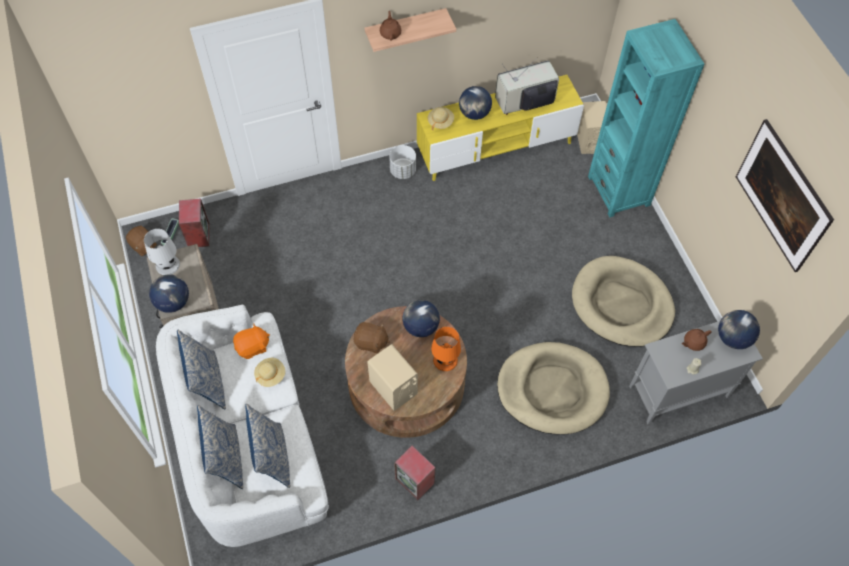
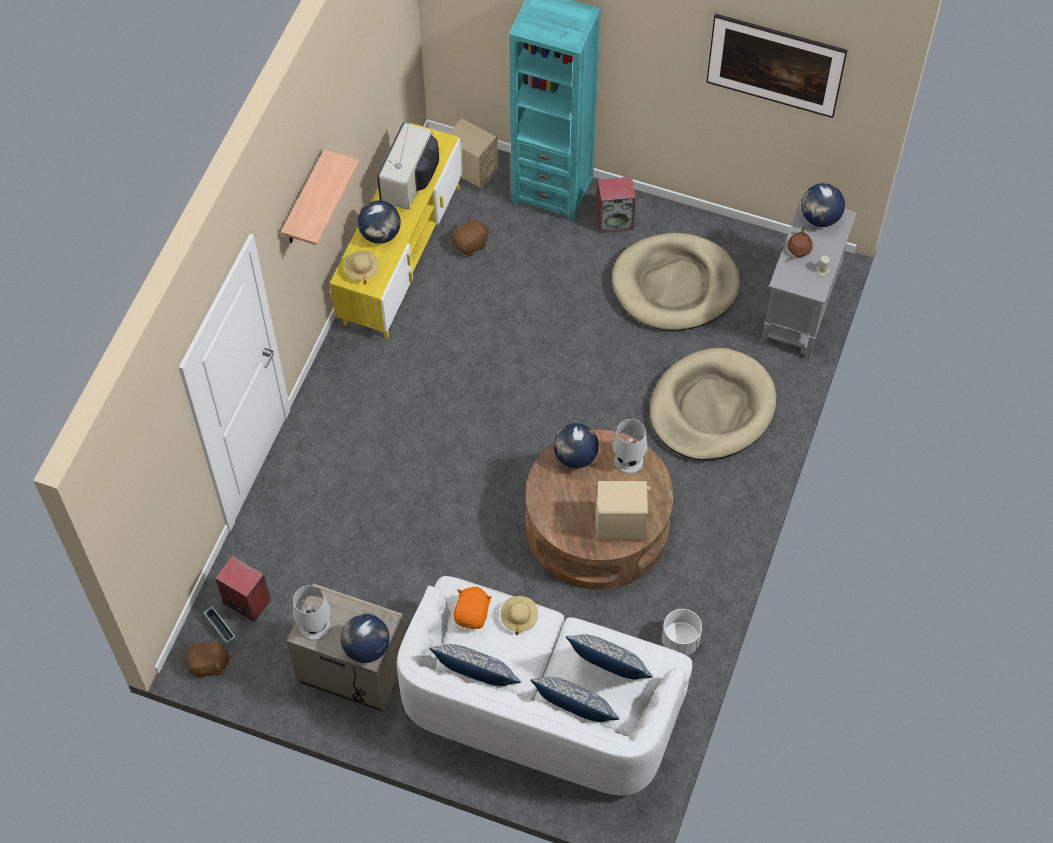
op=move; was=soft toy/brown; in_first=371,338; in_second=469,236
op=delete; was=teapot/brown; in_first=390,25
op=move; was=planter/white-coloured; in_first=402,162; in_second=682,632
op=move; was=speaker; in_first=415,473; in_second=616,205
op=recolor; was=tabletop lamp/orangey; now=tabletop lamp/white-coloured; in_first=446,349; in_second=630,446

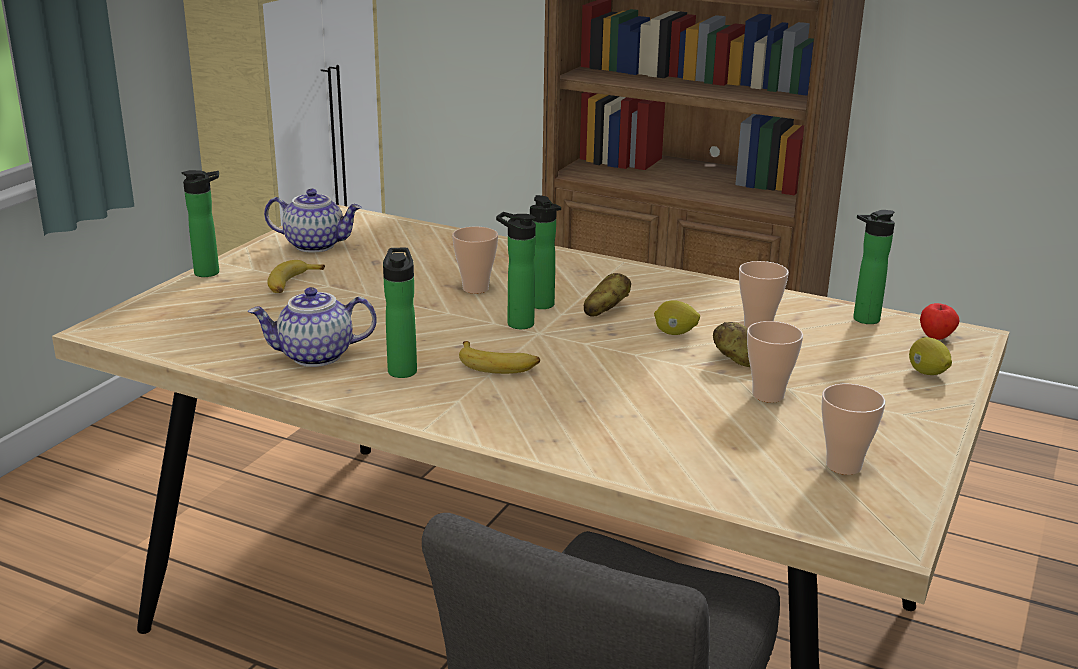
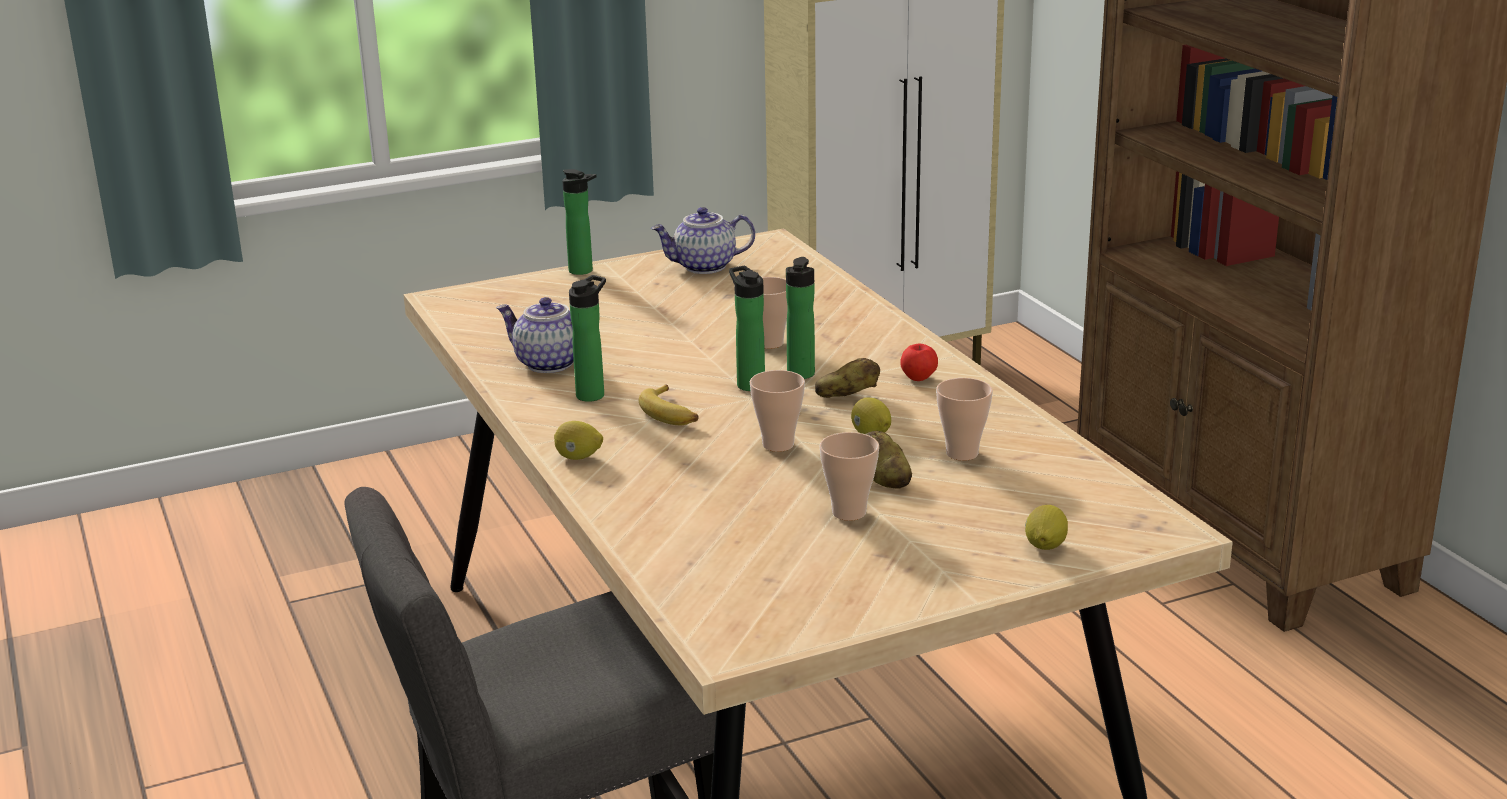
op=rotate; was=teapot; in_first=313,221; in_second=703,240; clockwise=120
op=delete; was=whole banana; in_first=296,276
op=move; was=drinking cup; in_first=853,429; in_second=777,411
op=delete; was=beverage bottle; in_first=874,267
op=move; was=whole apple; in_first=939,321; in_second=919,362
op=insert; now=lemon; in_second=578,440

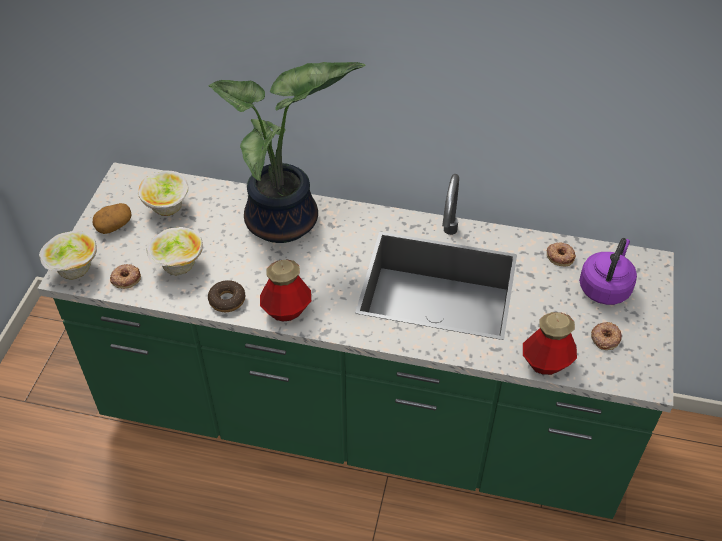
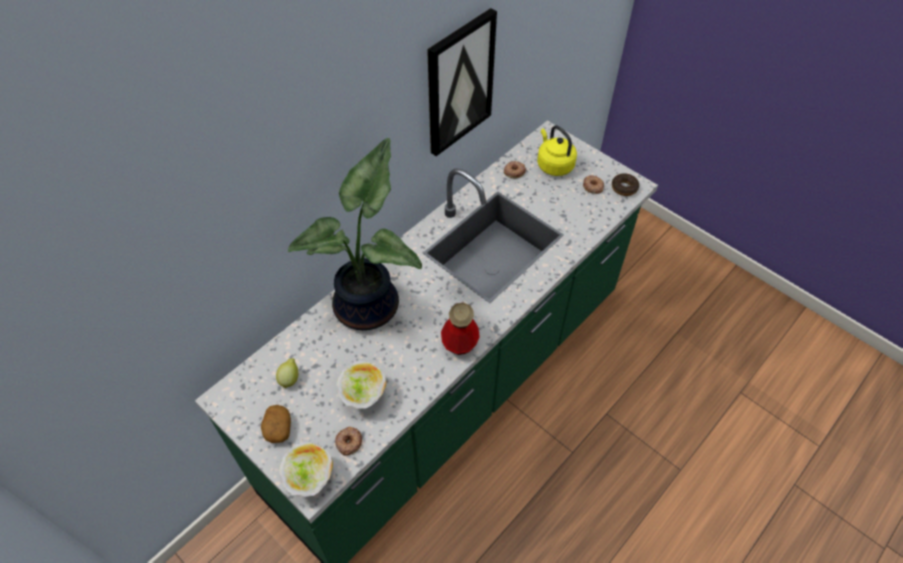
op=replace; was=serving bowl; now=lemon; in_first=163,193; in_second=287,374
op=move; was=doughnut; in_first=226,296; in_second=625,184
op=delete; was=beverage bottle; in_first=550,343
op=recolor; was=water kettle/purple-coloured; now=water kettle/yellowish; in_first=608,271; in_second=557,150
op=insert; now=wall art; in_second=462,82

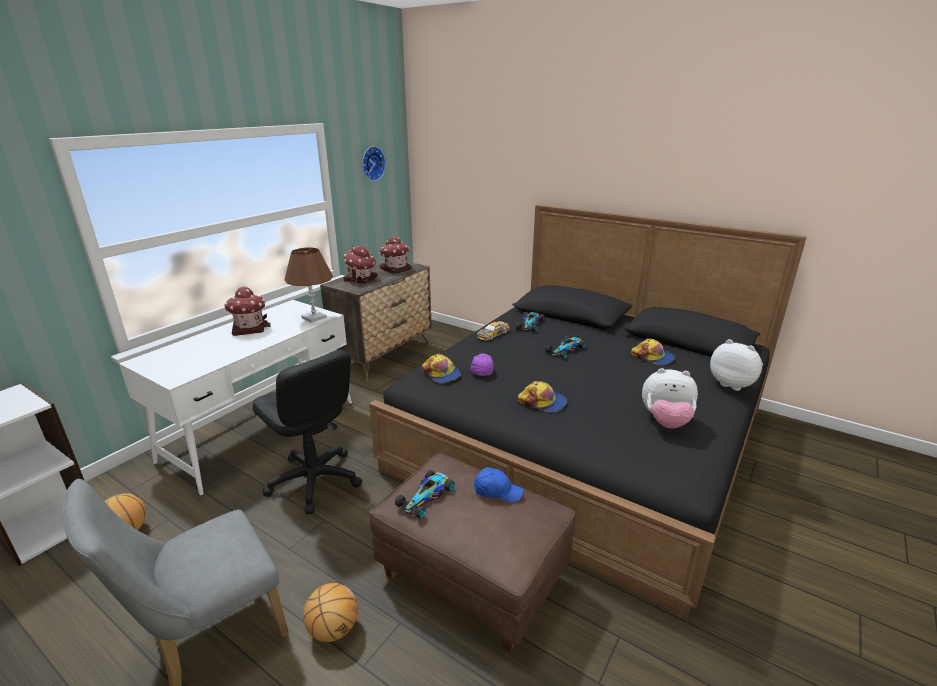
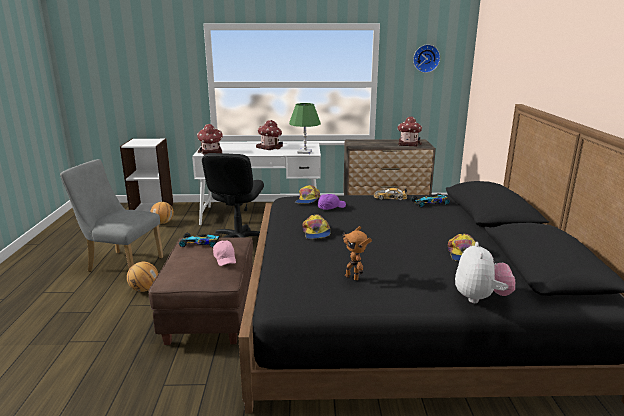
op=recolor; was=tabletop lamp/brown; now=tabletop lamp/green; in_first=309,285; in_second=305,128
op=move; was=model house; in_first=360,265; in_second=210,139
op=recolor; was=cap/bluish; now=cap/pink; in_first=498,485; in_second=224,253
op=delete; was=toy car; in_first=565,347
op=replace; was=soft toy; now=model robot; in_first=670,398; in_second=357,253

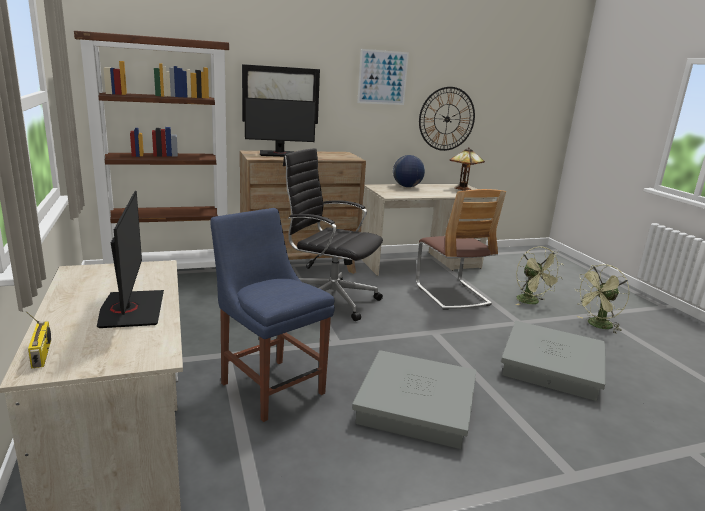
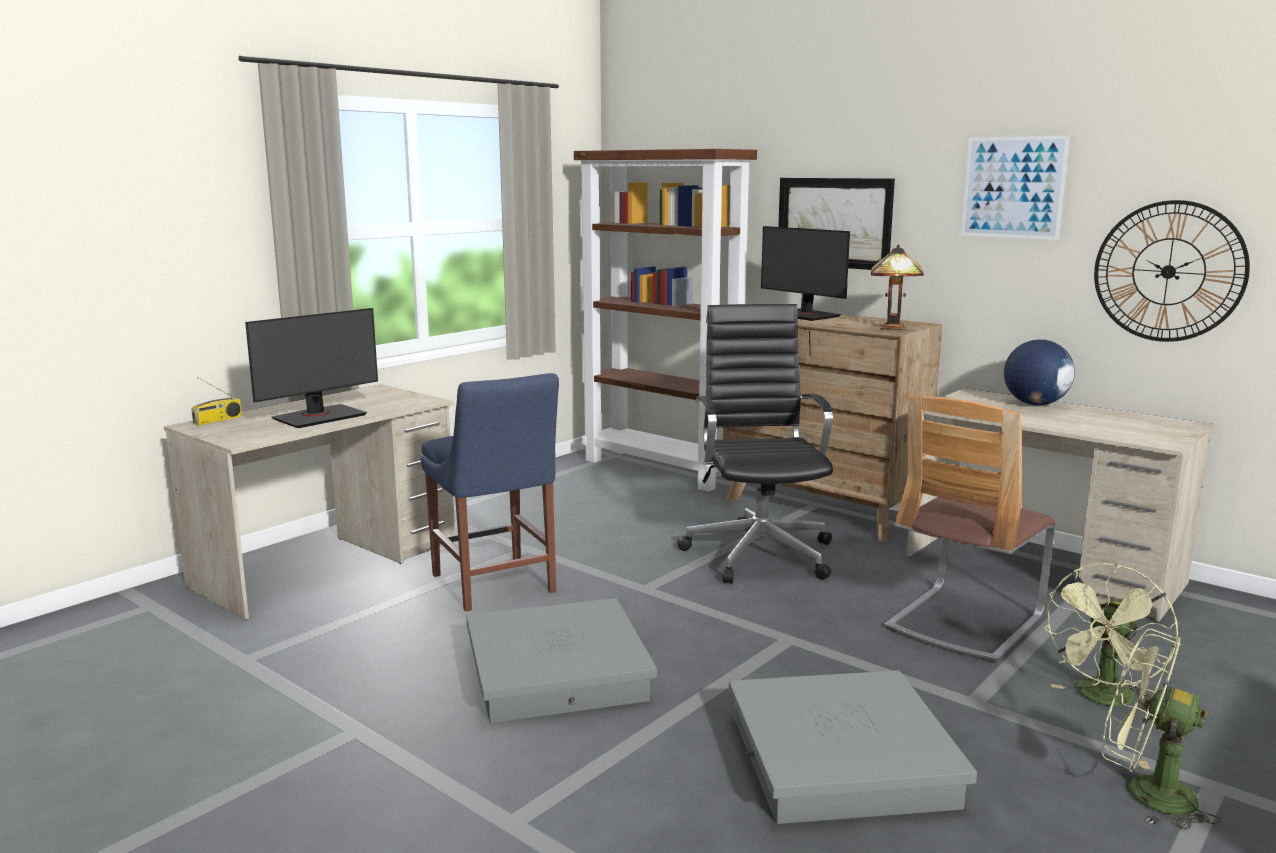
op=rotate; was=plain chair/bluish; in_first=272,315; in_second=490,492; clockwise=135
op=move; was=tabletop lamp; in_first=467,169; in_second=897,287

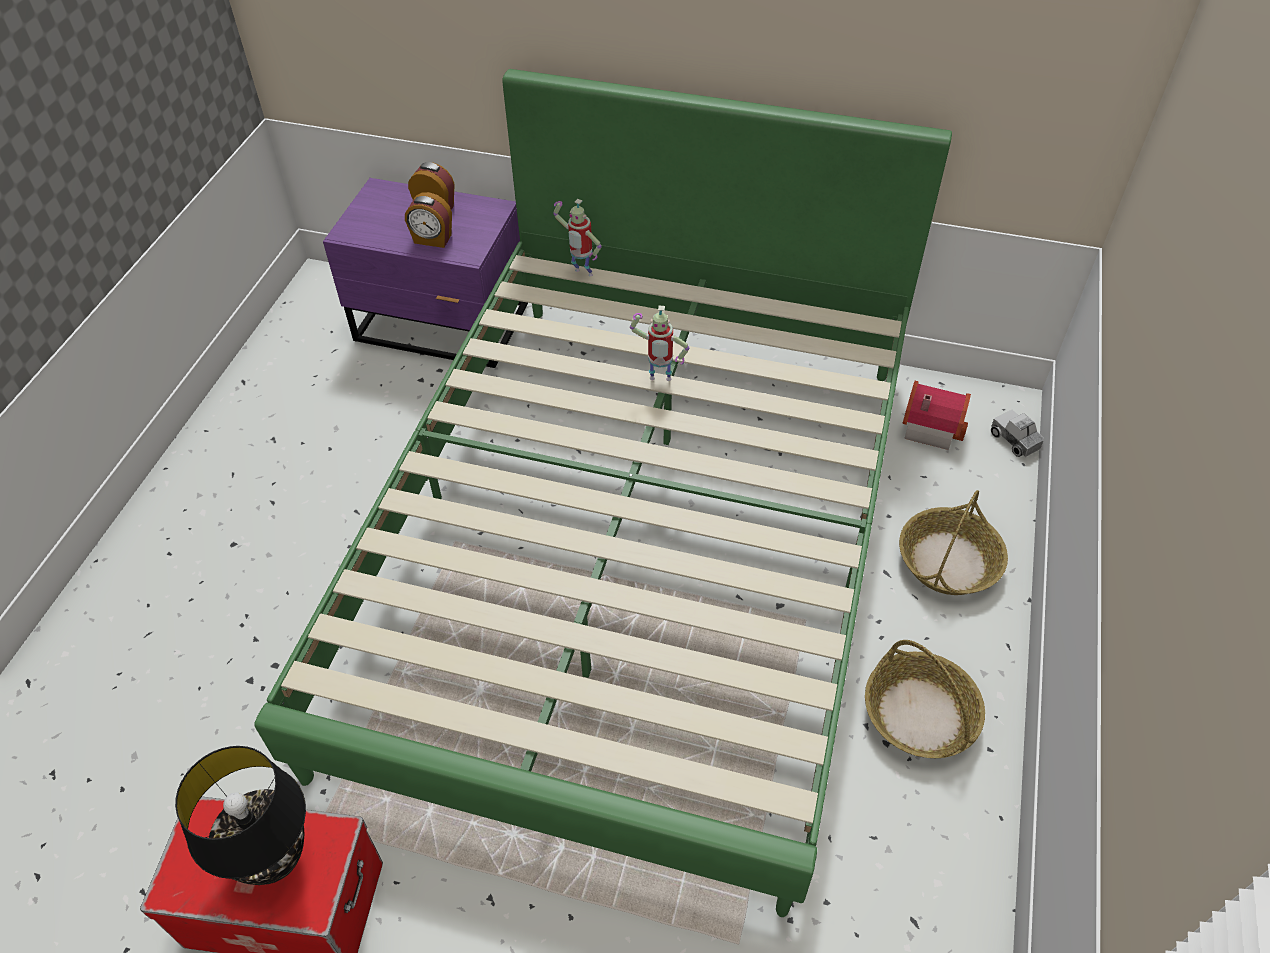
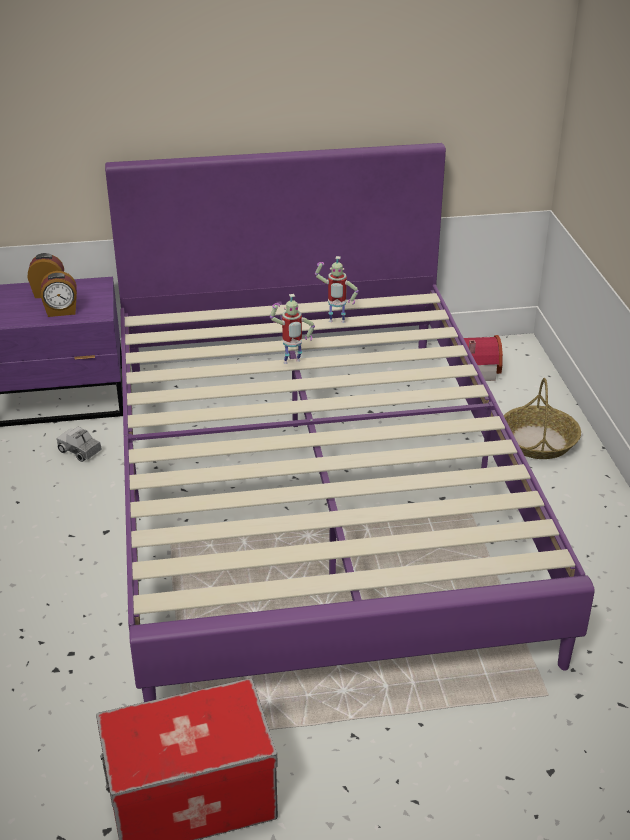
op=delete; was=tabletop lamp/black-coloured; in_first=240,815
op=recolor; was=sleeping bed/green; now=sleeping bed/purple-coloured; in_first=603,493; in_second=350,422
op=move; was=model robot; in_first=577,238; in_second=337,289
op=delete; was=household basket; in_first=925,699
op=move; was=toy truck; in_first=1017,433; in_second=79,444

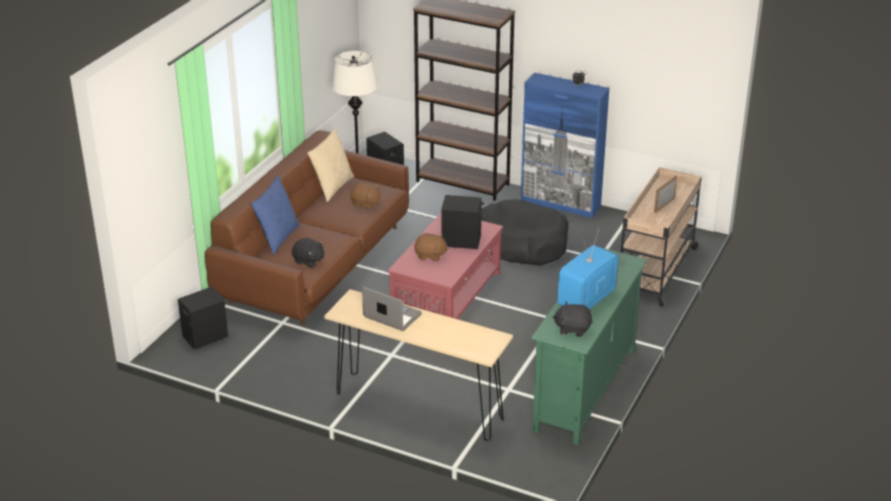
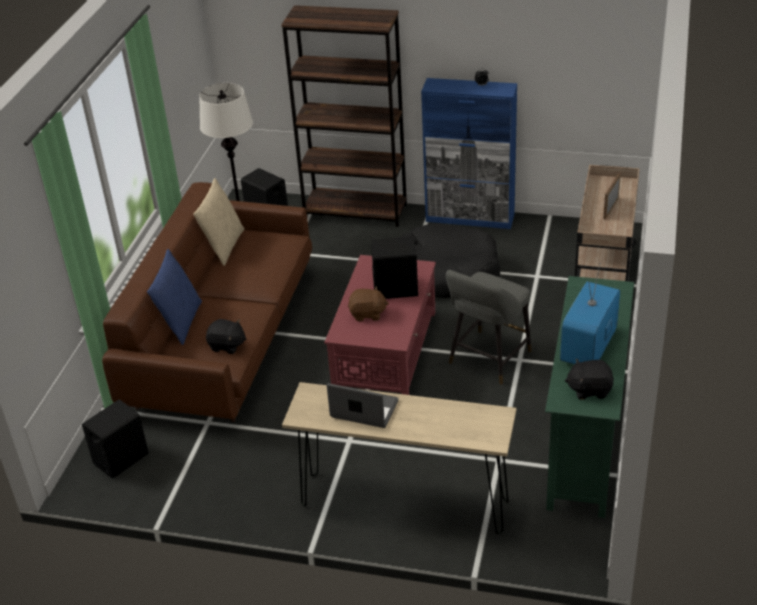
op=delete; was=soft toy/brown; in_first=365,196
op=insert; now=stool seat/gray; in_second=489,327

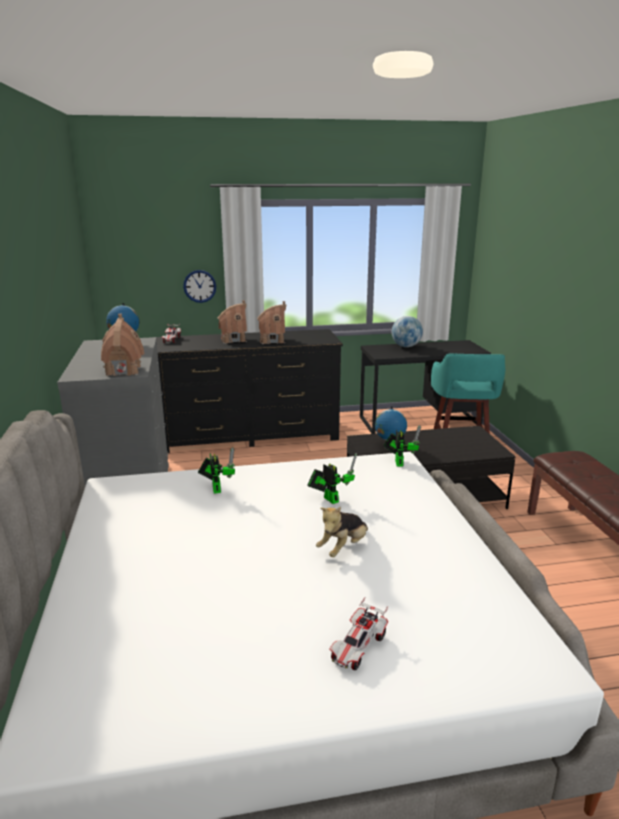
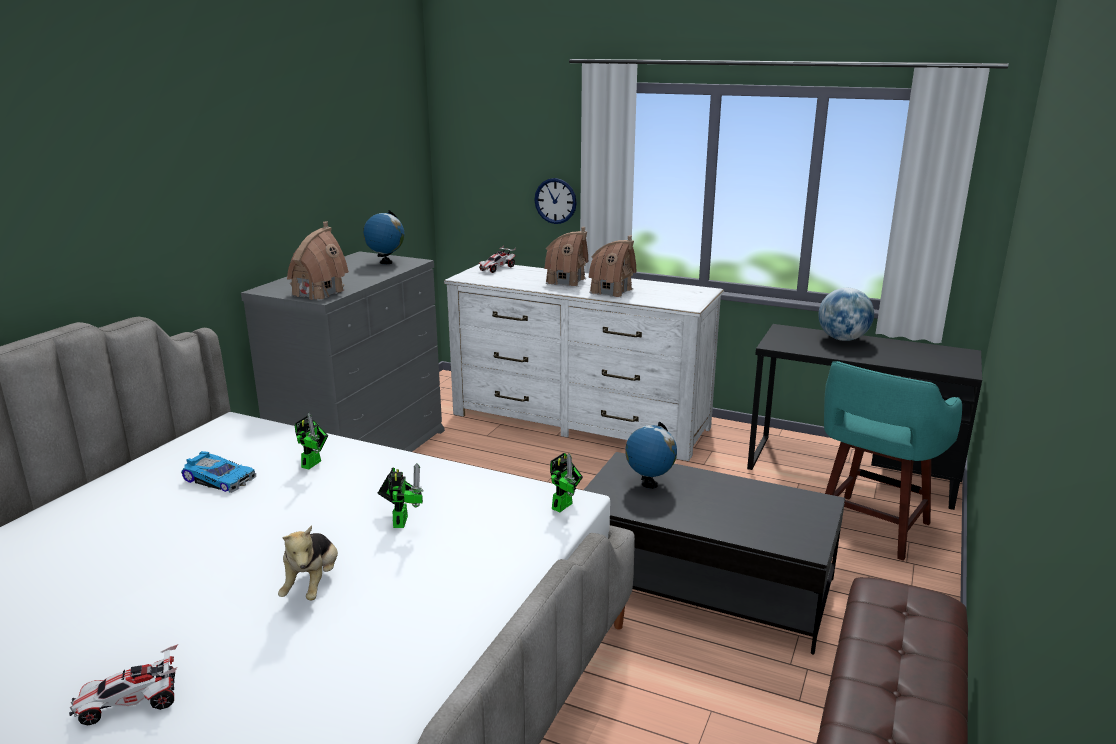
op=recolor; was=dresser/black-coloured; now=dresser/white-coloured; in_first=249,391; in_second=584,362
op=rotate; was=soft toy; in_first=342,532; in_second=308,563; clockwise=-75
op=insert; now=toy car; in_second=218,472

